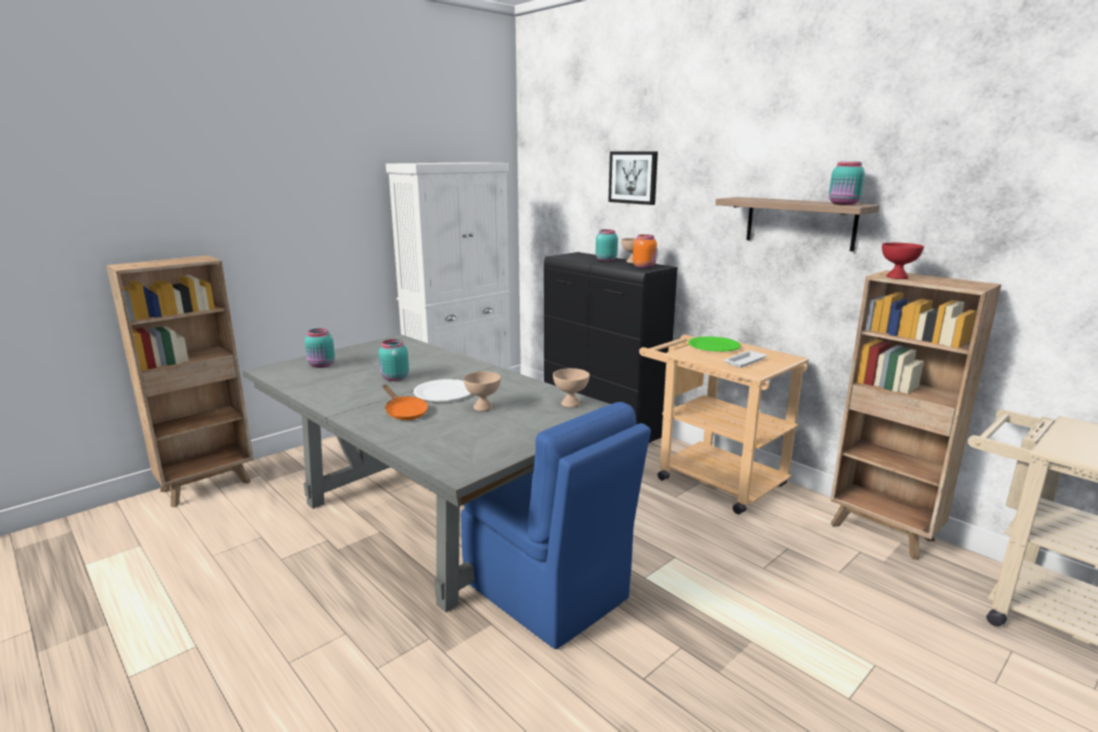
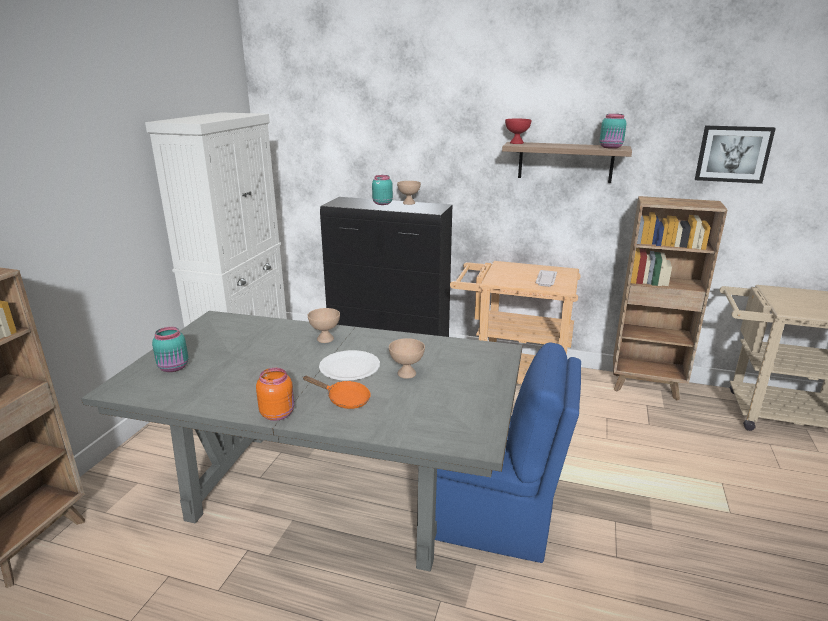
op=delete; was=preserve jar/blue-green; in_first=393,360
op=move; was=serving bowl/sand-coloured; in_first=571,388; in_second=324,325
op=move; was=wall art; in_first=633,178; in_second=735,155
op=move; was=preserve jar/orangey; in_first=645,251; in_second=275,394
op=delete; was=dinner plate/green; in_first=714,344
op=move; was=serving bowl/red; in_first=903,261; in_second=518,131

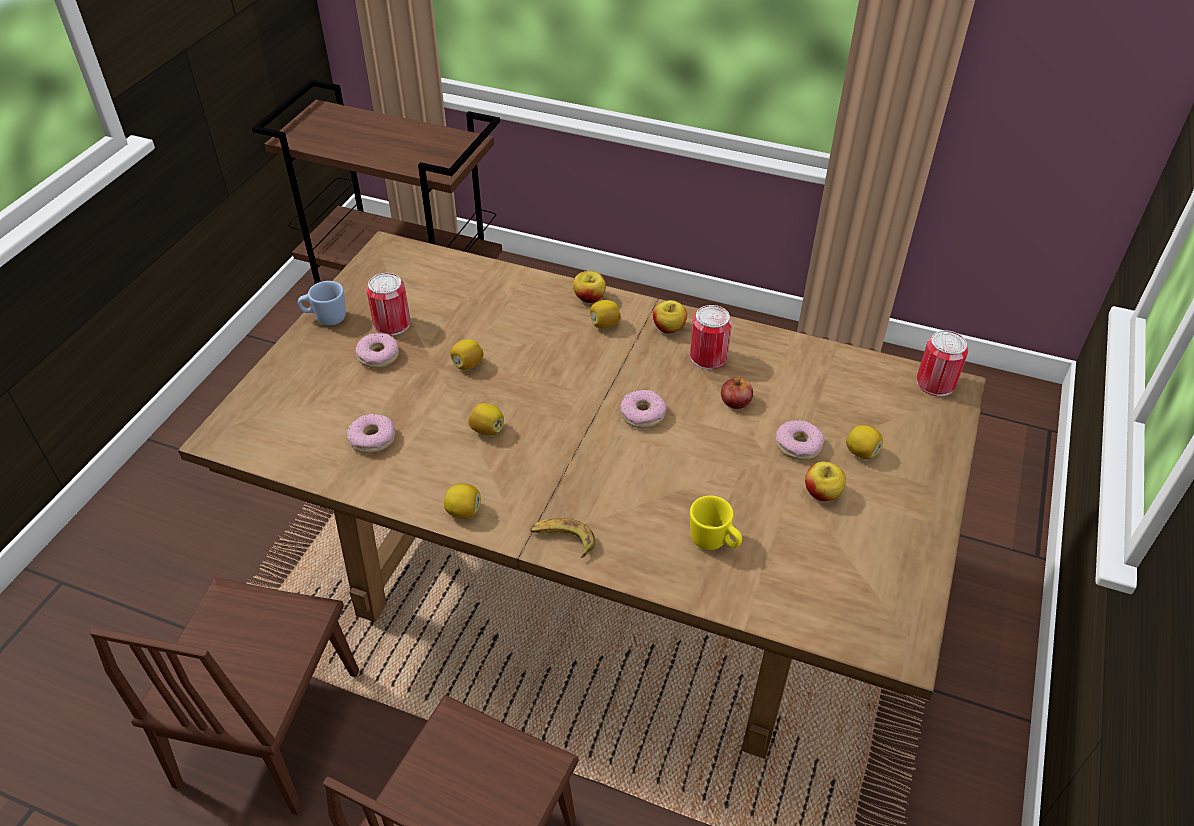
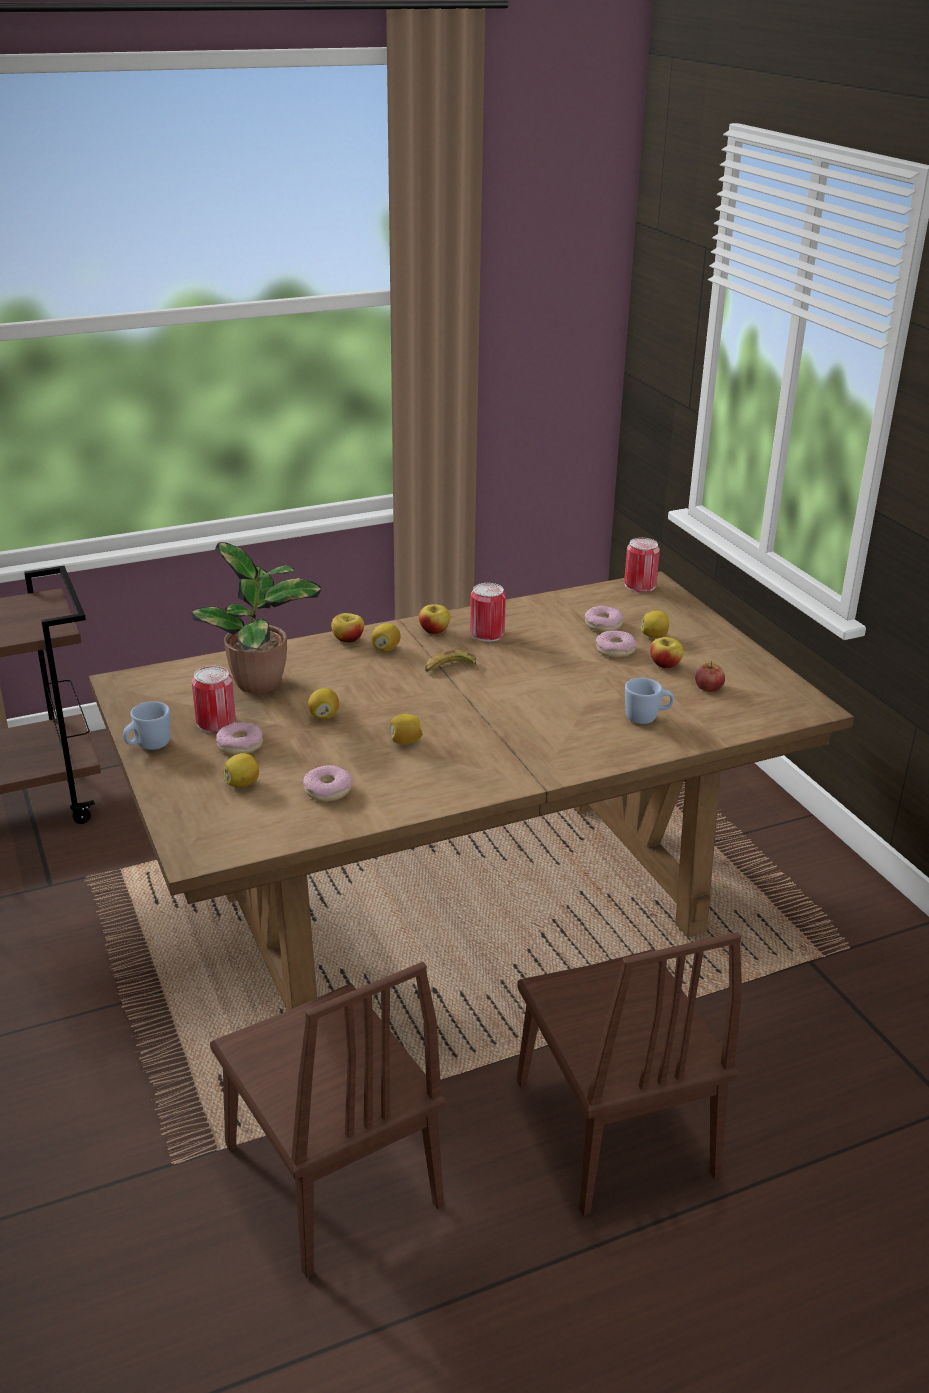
op=move; was=lemon; in_first=462,501; in_second=241,770
op=move; was=whole banana; in_first=563,538; in_second=450,661
op=move; was=doughnut; in_first=643,409; in_second=604,619
op=recolor; was=coffee mug/yellowish; now=coffee mug/bluish; in_first=716,523; in_second=649,701
op=move; was=whole apple; in_first=737,393; in_second=710,676
op=insert; now=potted plant; in_second=256,617

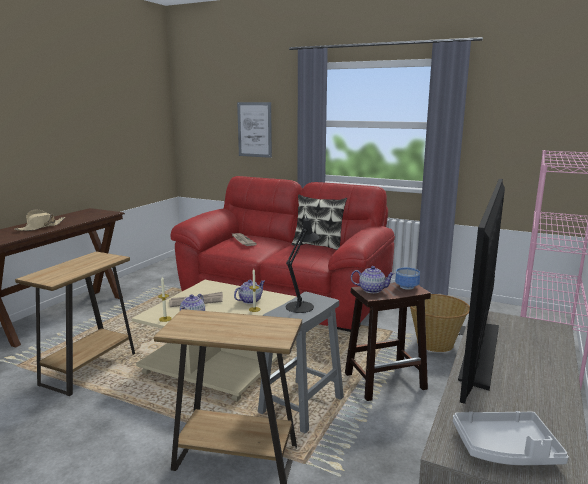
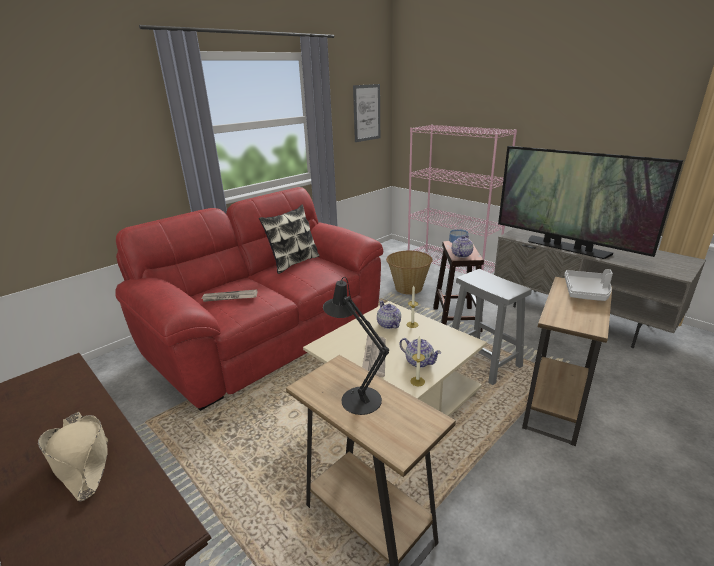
op=move; was=wall art; in_first=254,130; in_second=366,113
op=move; was=tabletop lamp/black-coloured; in_first=302,263; in_second=356,346
op=move; was=serving tray/gray; in_first=511,438; in_second=588,285

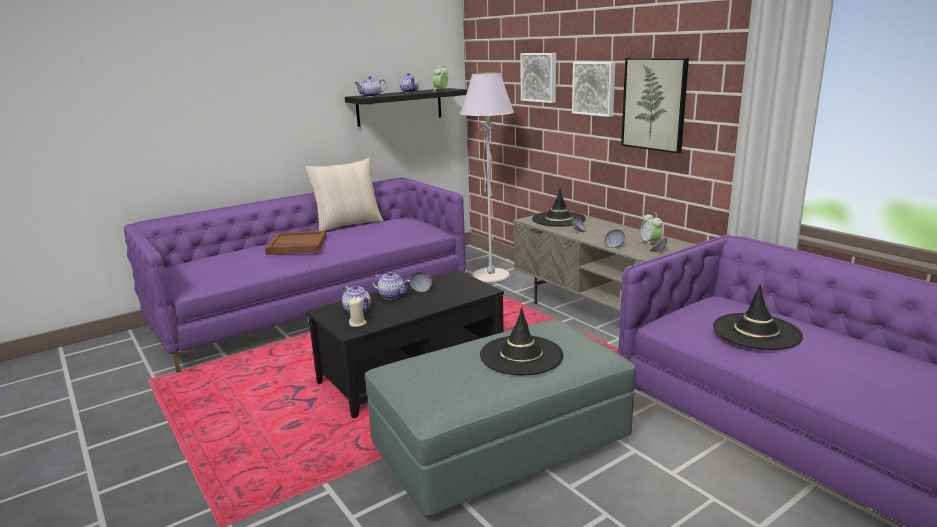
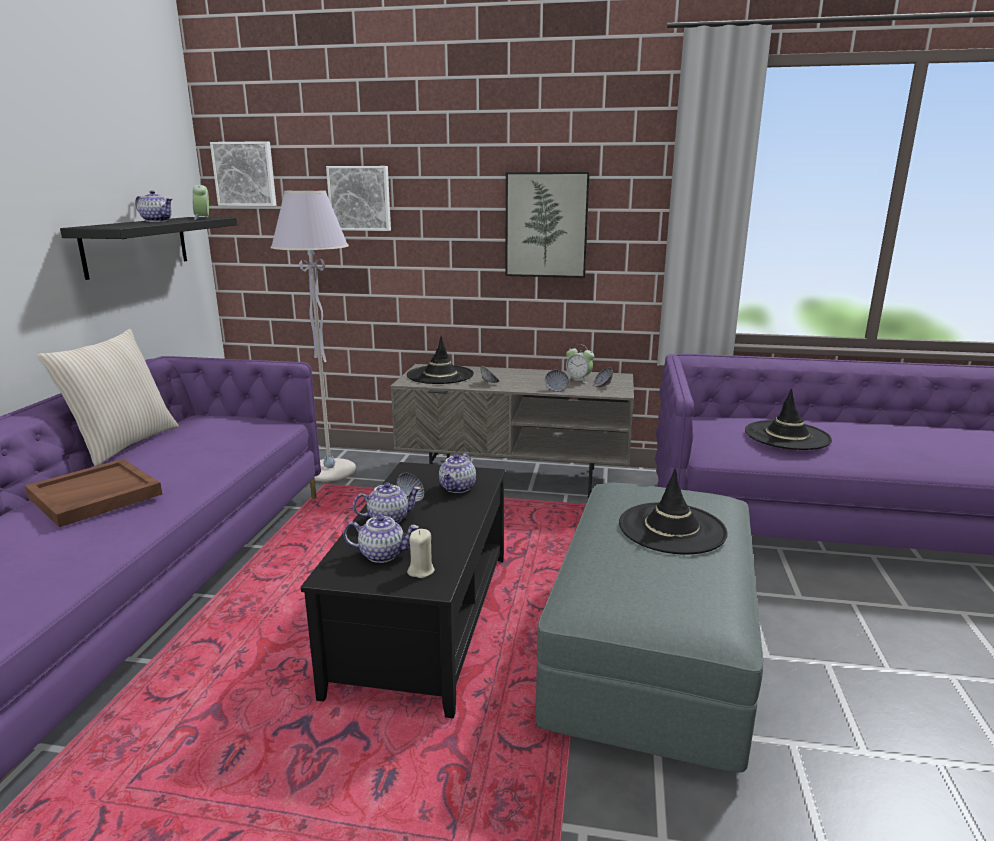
op=move; was=teapot; in_first=370,86; in_second=457,472
op=move; was=wall art; in_first=593,89; in_second=243,173

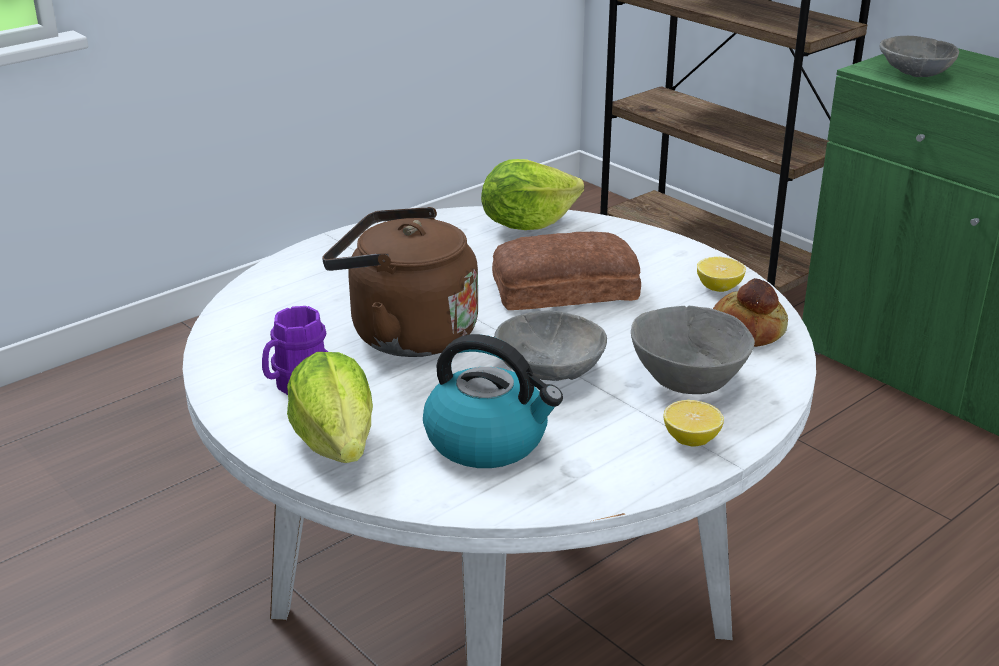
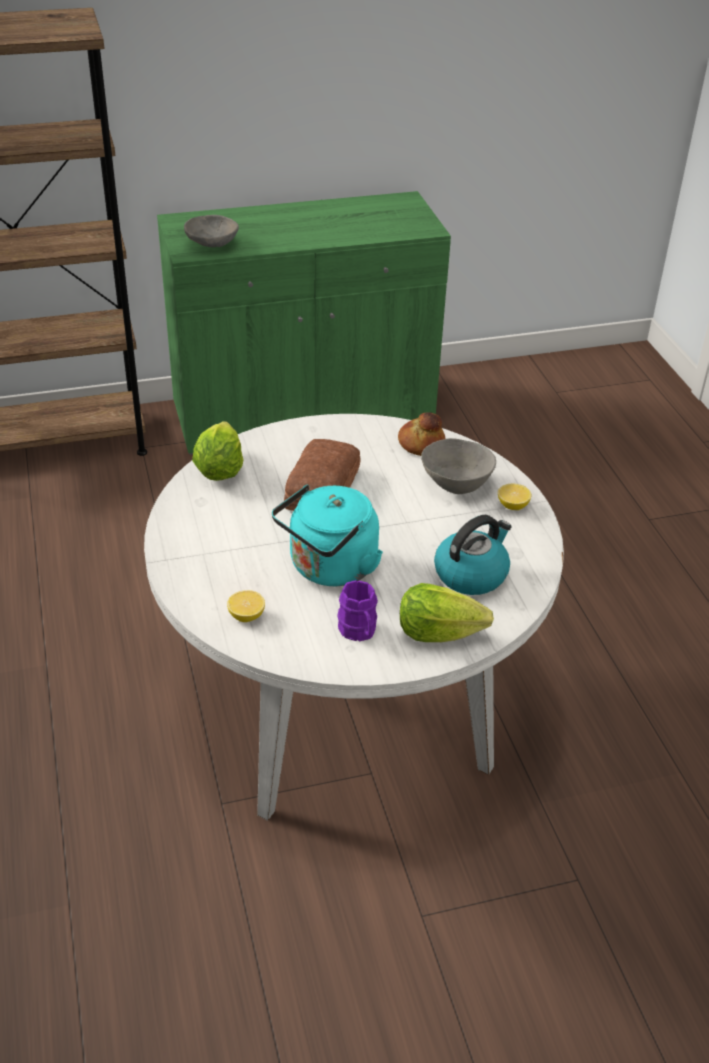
op=recolor; was=water kettle/brown; now=water kettle/blue-green; in_first=400,282; in_second=327,535
op=delete; was=serving bowl/gray; in_first=550,345
op=move; was=lemon; in_first=721,274; in_second=246,606

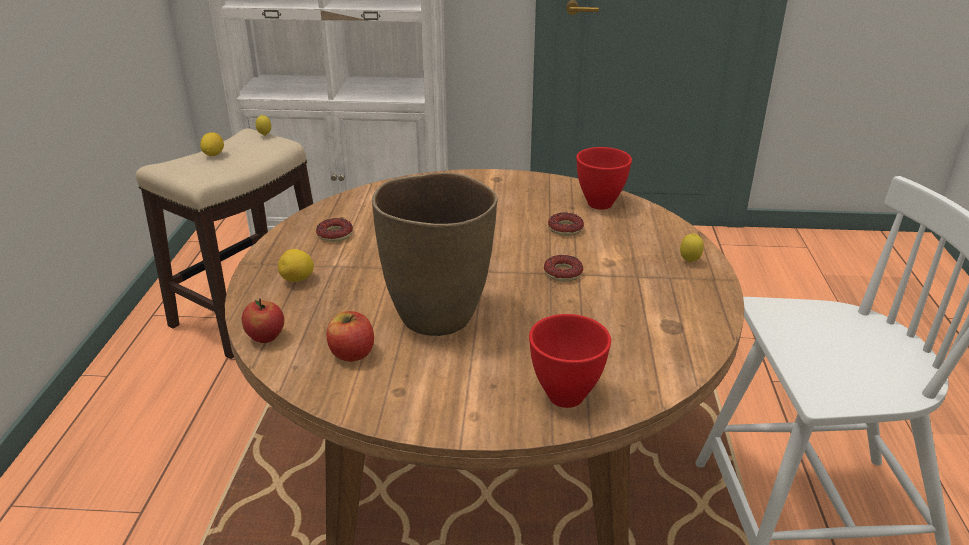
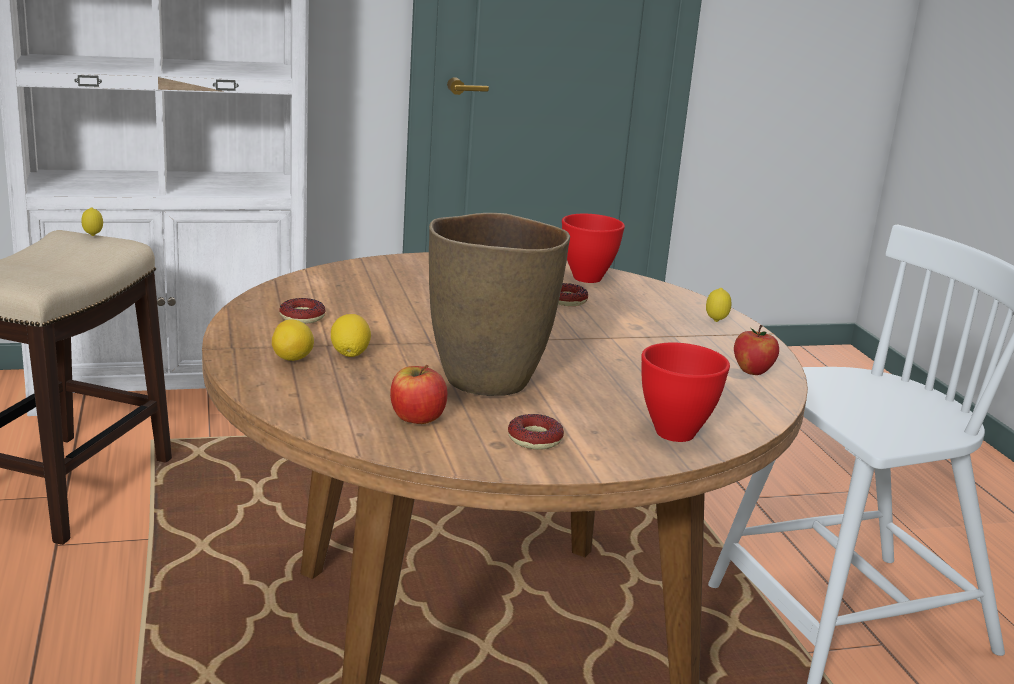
op=move; was=lemon; in_first=212,144; in_second=351,335
op=move; was=whole apple; in_first=263,320; in_second=756,350
op=move; was=doughnut; in_first=563,268; in_second=536,431

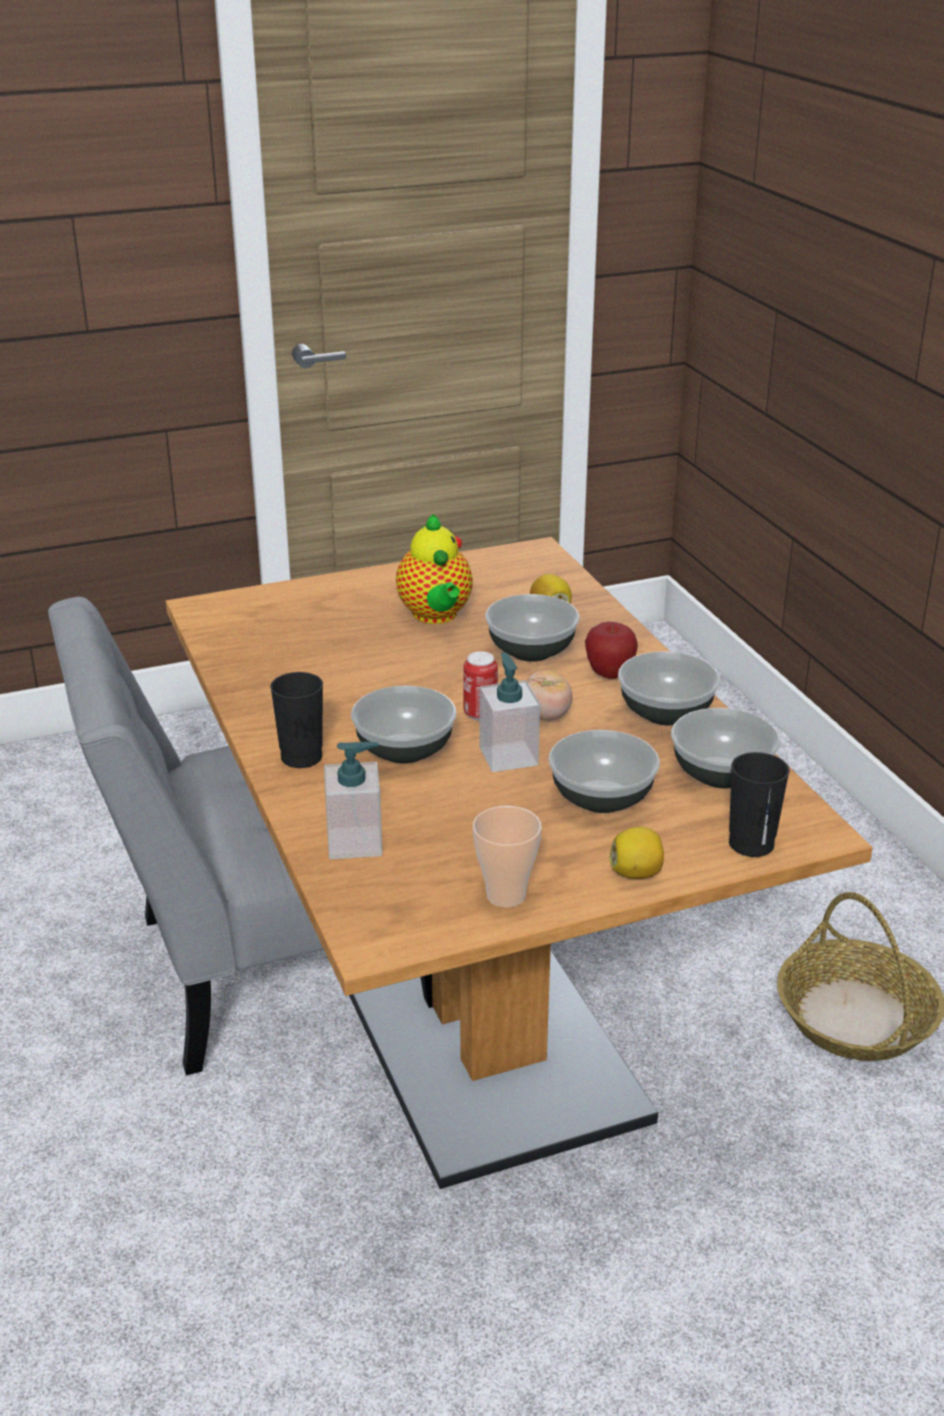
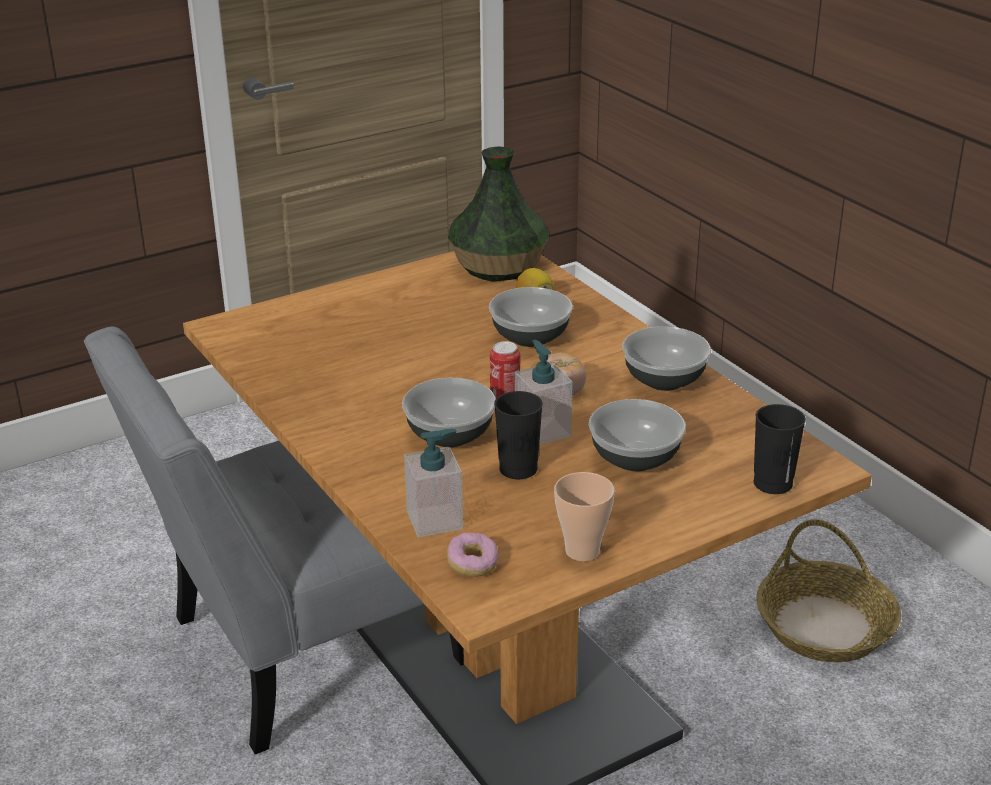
op=move; was=drinking cup/black-coloured; in_first=296,720; in_second=518,435
op=delete; was=teapot; in_first=434,569
op=delete; was=whole apple; in_first=611,650
op=delete; was=lemon; in_first=636,853
op=delete; was=serving bowl; in_first=725,748
op=insert; now=doughnut; in_second=472,554
op=insert; now=vase; in_second=498,213

